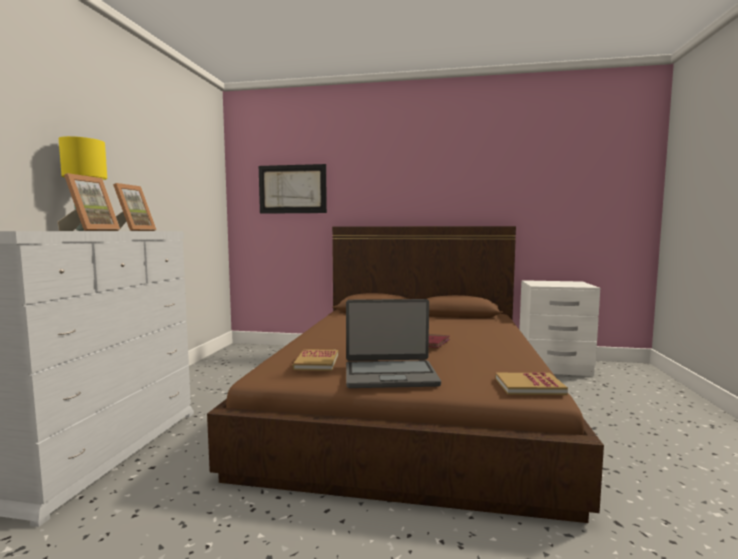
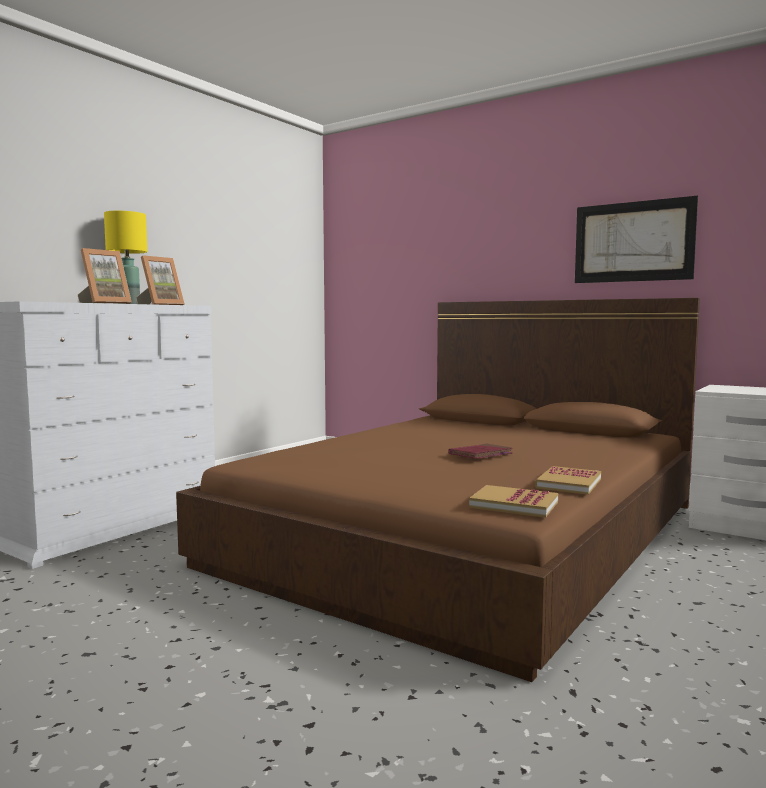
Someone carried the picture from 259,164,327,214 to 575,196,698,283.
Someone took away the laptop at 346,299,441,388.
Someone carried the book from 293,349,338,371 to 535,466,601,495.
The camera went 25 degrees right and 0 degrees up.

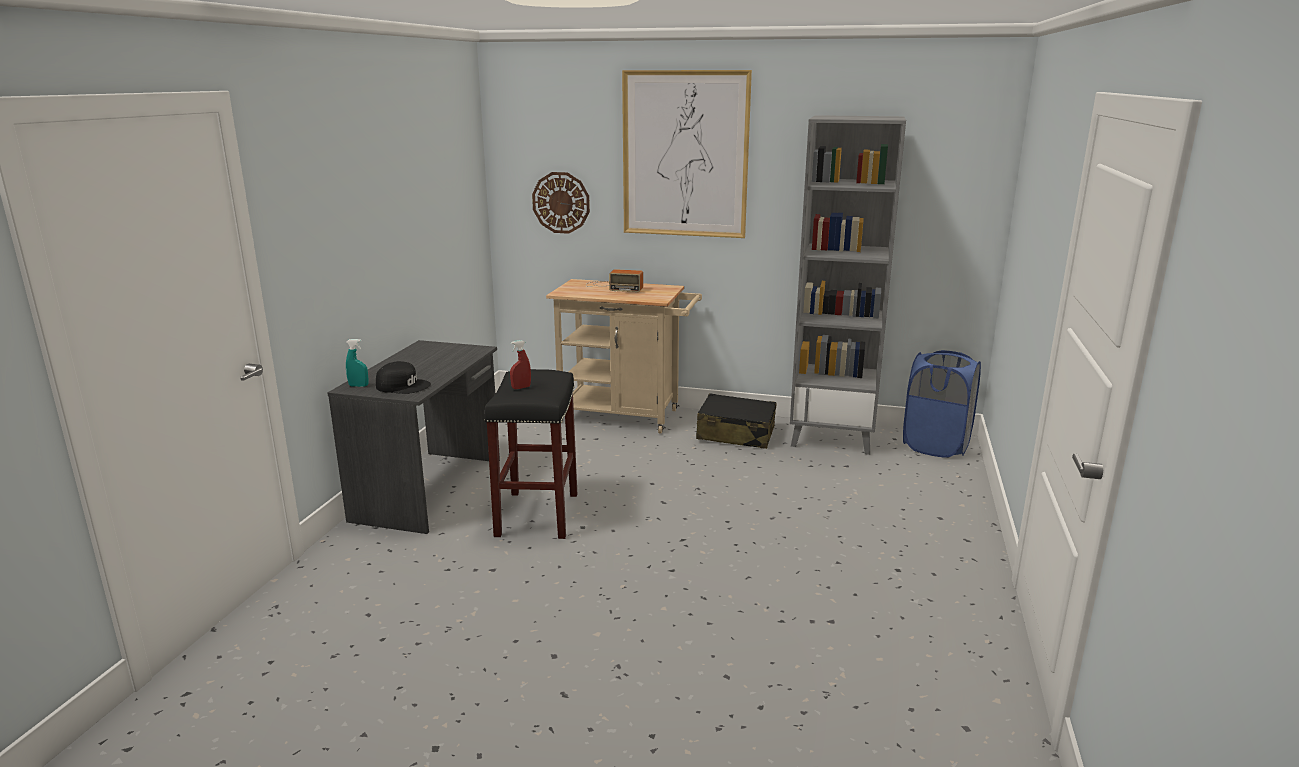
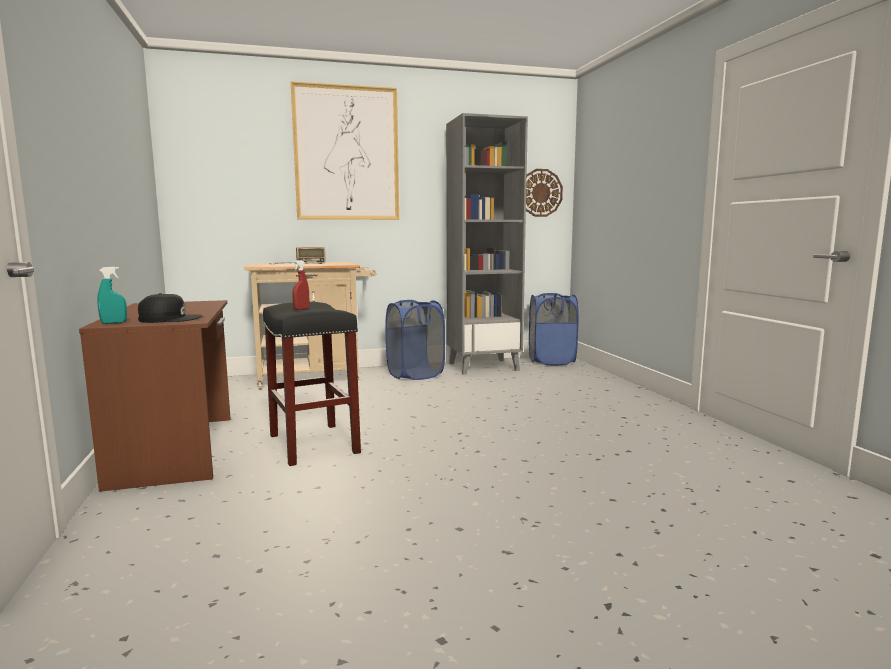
Someone carried the wall clock from 532,172,590,234 to 526,169,563,217.
Someone repainted the grey desk at 327,340,500,534, which became the brown desk at 79,300,230,492.
Someone swapped the black suitcase at 696,393,776,449 for the blue laundry basket at 385,300,445,380.
The camera went 30 degrees left and 10 degrees down.

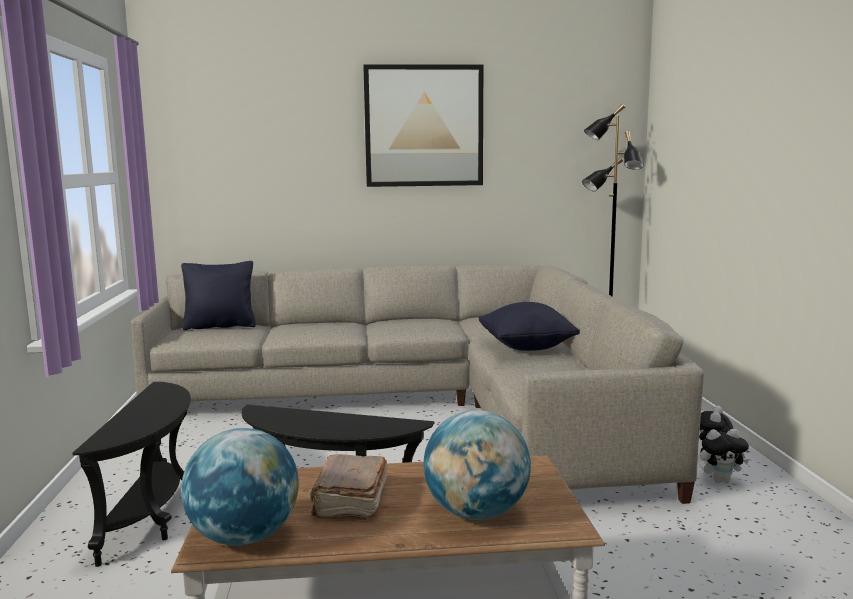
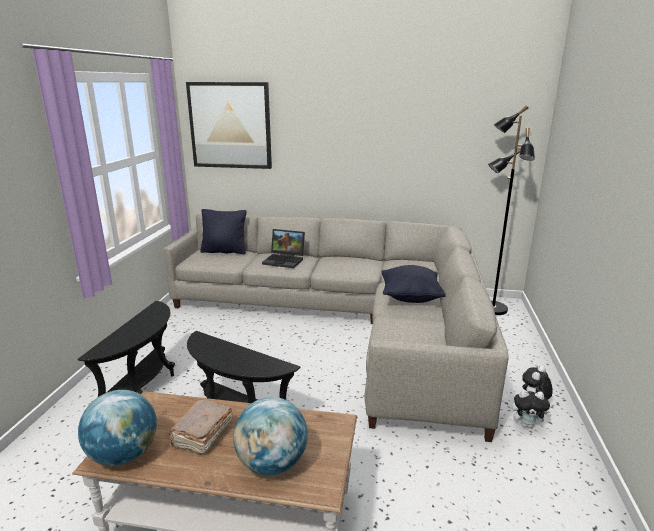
Someone carried the picture from 363,64,483,187 to 186,82,272,169.
Someone put down the laptop at 262,229,305,268.
The camera went 15 degrees right and 10 degrees up.

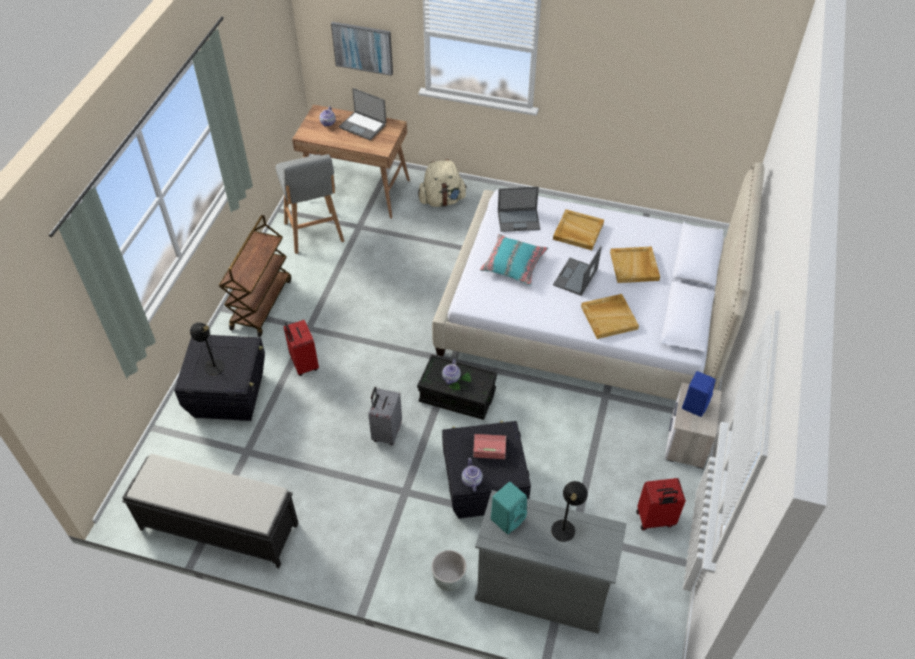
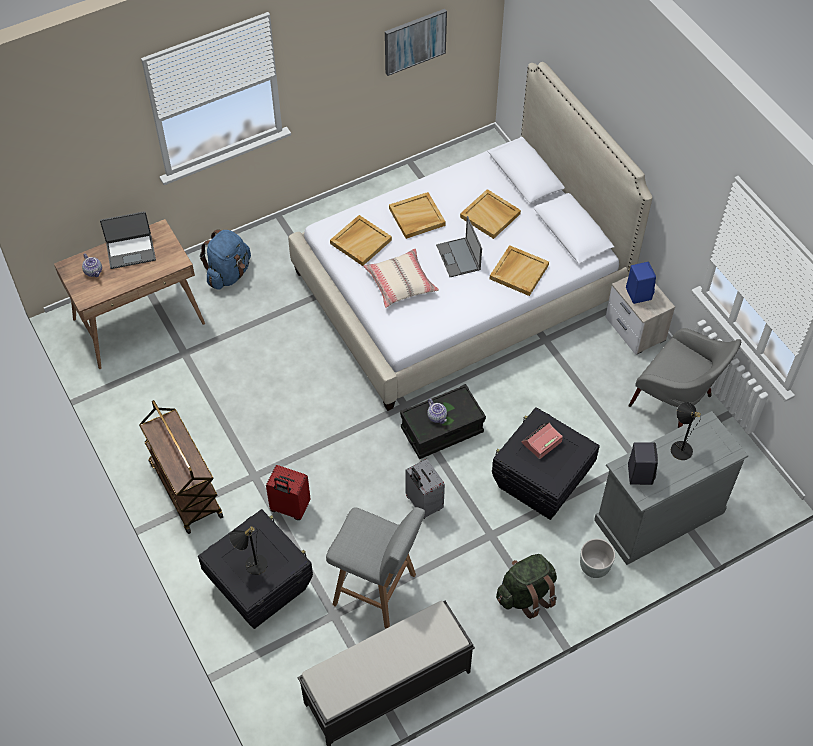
Someone carried the picture from 331,22,393,76 to 385,9,447,76.
Someone carried the grey stool from 275,154,344,254 to 326,507,425,629.
Someone repainted the beige backpack at 418,159,467,207, which became the blue backpack at 200,229,251,290.
Someone swapped the laptop at 498,187,540,232 for the beige tray at 330,215,392,266.
Someone repainted the turquoise pillow at 480,234,548,286, which became the beige pillow at 363,249,439,308.
Someone took away the teapot at 462,458,483,492.
Someone swapped the red suitcase at 636,478,686,530 for the grey armchair at 628,328,741,428.
Someone repainted the turquoise speaker at 491,482,527,534, which became the black speaker at 628,442,658,485.
Someone put down the green backpack at 496,554,557,619.
The camera went 45 degrees left and 5 degrees up.

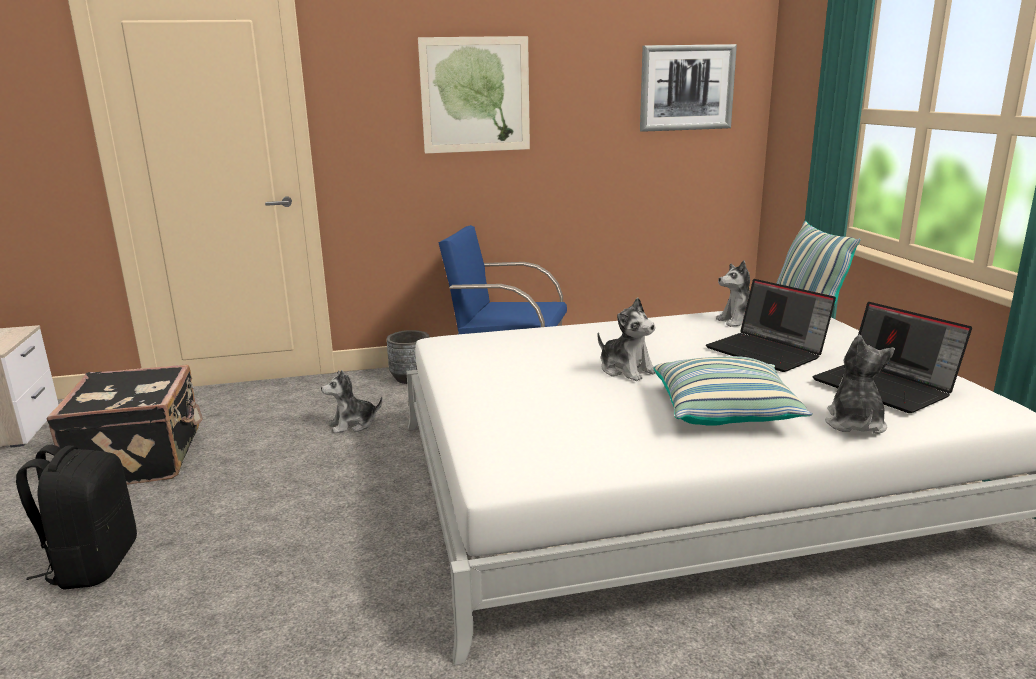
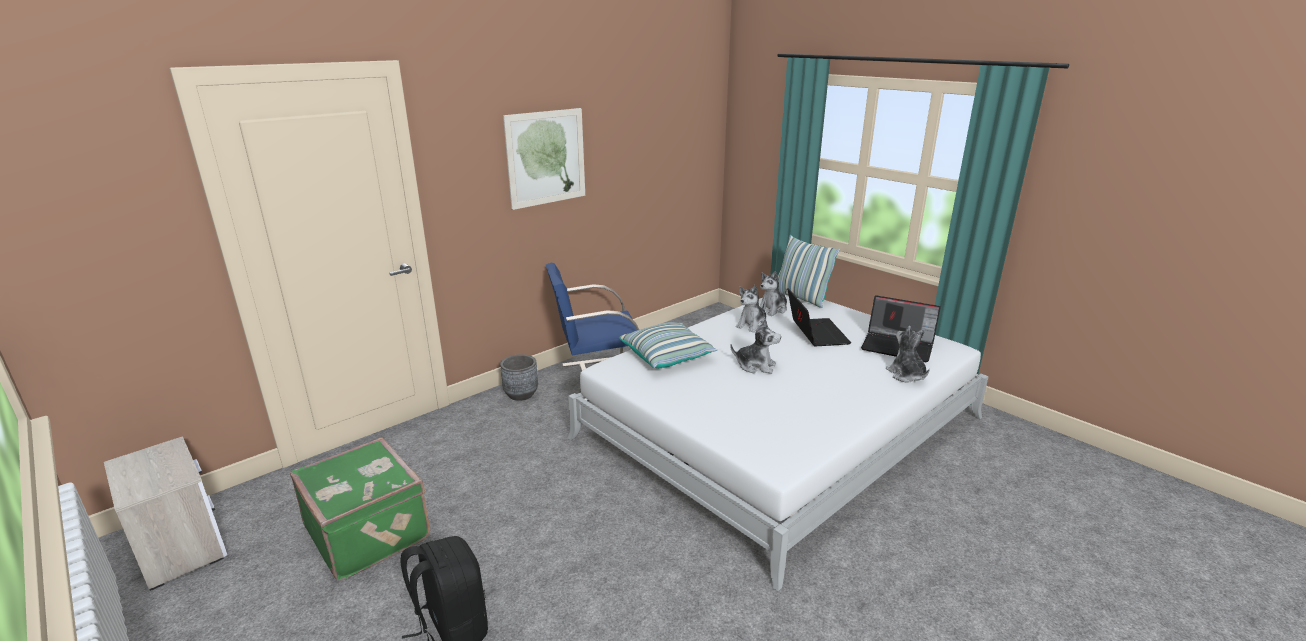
Someone took away the picture at 640,44,737,132.
Someone rotated the laptop at 706,279,836,372 by 120 degrees counterclockwise.
Someone carried the pillow from 654,356,813,426 to 619,322,718,368.
Someone repainted the black suitcase at 46,365,203,485, which became the green suitcase at 290,437,430,581.
Someone carried the plush toy from 321,370,383,434 to 736,285,767,332.
The camera went 30 degrees left and 5 degrees up.

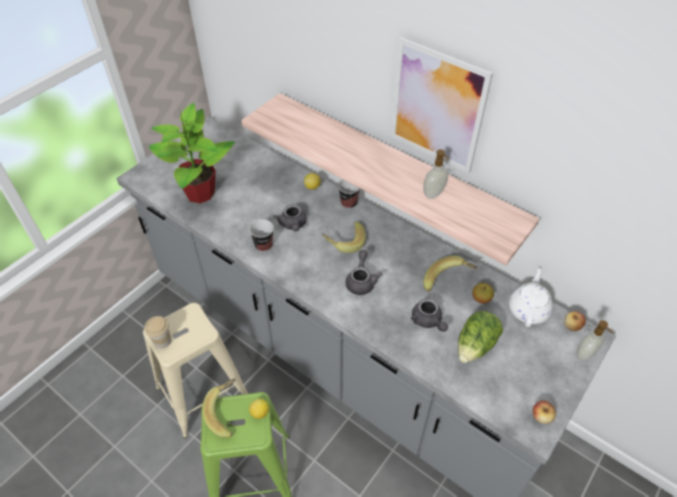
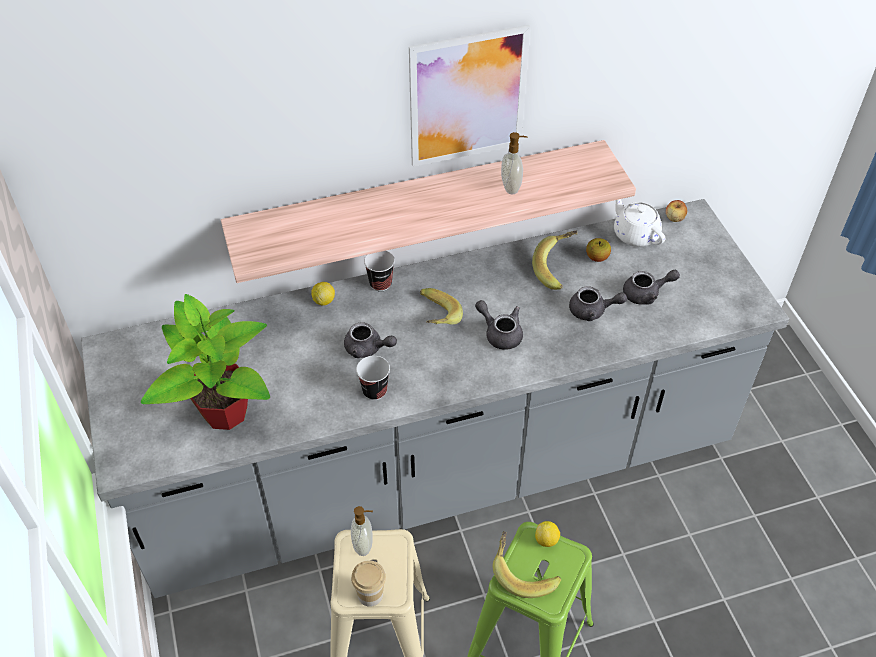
Someone swapped the lettuce at 458,311,503,363 for the grey teapot at 623,270,680,305.
Someone carried the soap dispenser from 577,320,613,361 to 351,506,373,556.
Someone took away the apple at 533,400,556,424.
The camera went 55 degrees left and 0 degrees up.

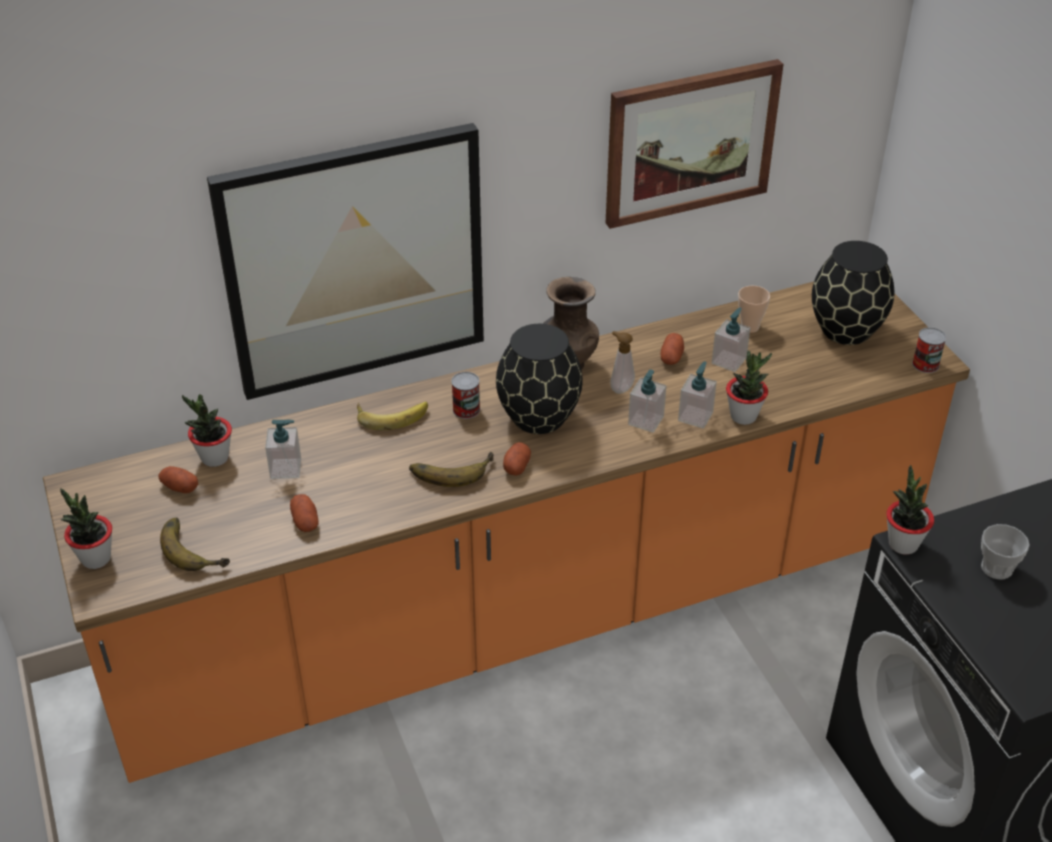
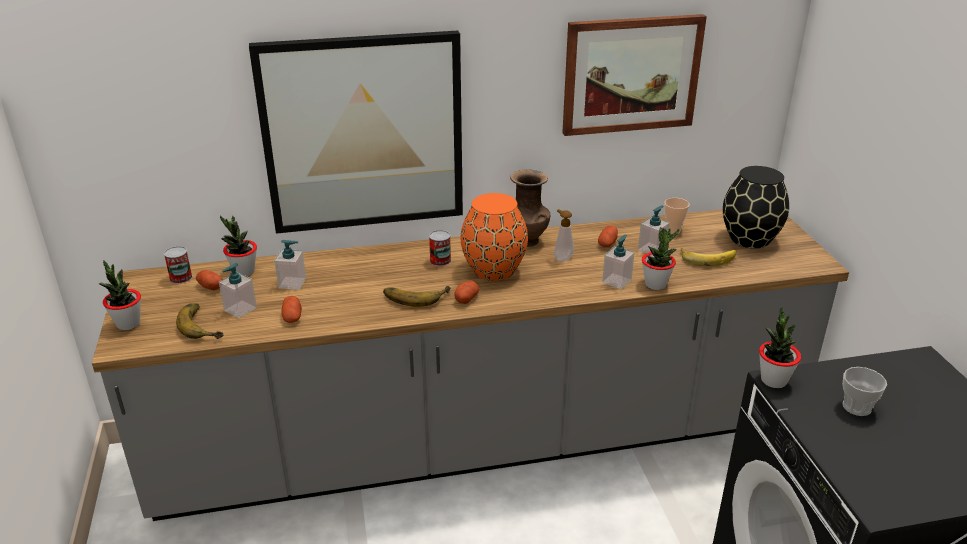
Someone repainted the orange counter at 43,282,970,783, which became the grey counter at 92,209,849,521.
Someone repainted the black vase at 496,324,583,434, which became the orange vase at 460,193,528,281.
Someone carried the can from 912,327,946,373 to 164,246,192,284.
Someone carried the soap dispenser from 628,370,666,433 to 219,263,257,318.
Someone carried the banana from 357,402,428,430 to 681,247,736,267.
The camera went 10 degrees right and 10 degrees down.

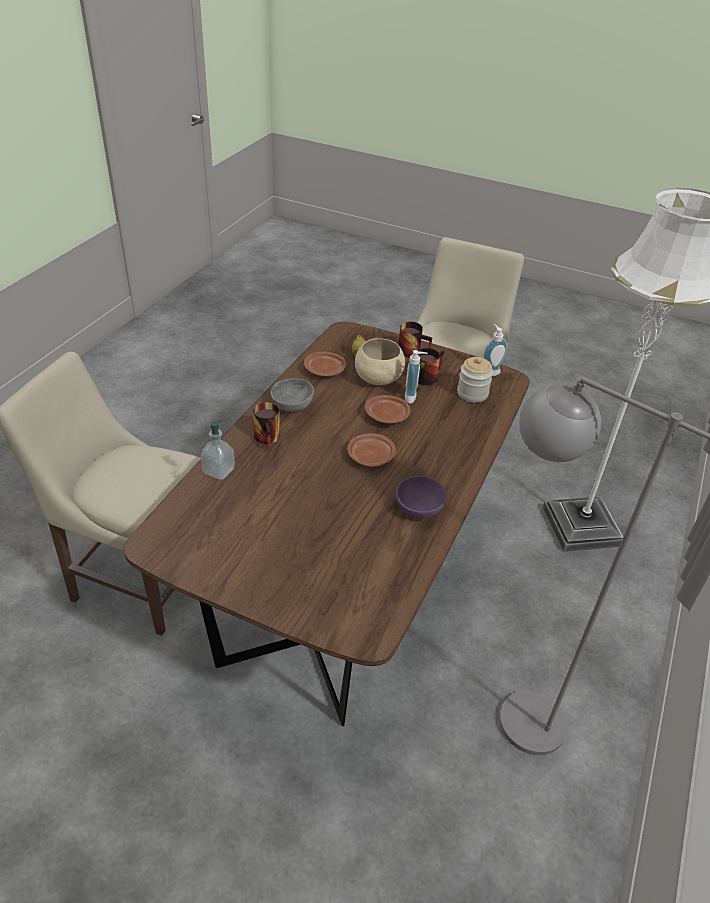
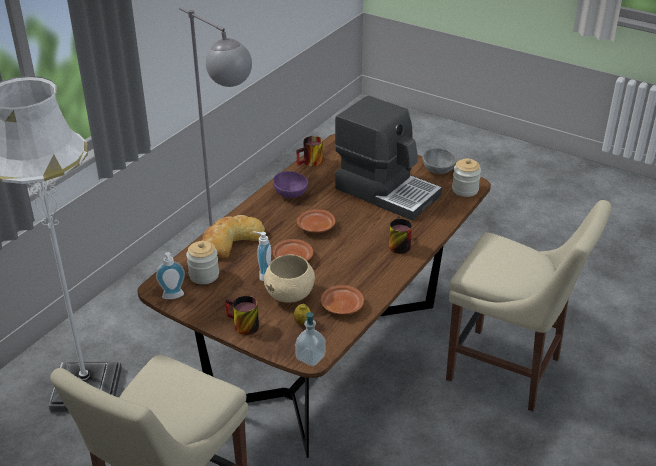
Someone carried the mug from 418,348,444,386 to 297,136,323,166.
Someone carried the grey bowl from 271,378,314,412 to 423,148,457,174.
Someone carried the soap dispenser from 201,420,235,480 to 295,312,325,366.
Someone put down the coffee machine at 335,96,442,221.
Someone put down the jar at 452,158,481,197.
Someone put down the bread at 201,215,265,258.
The camera went 170 degrees left and 5 degrees down.

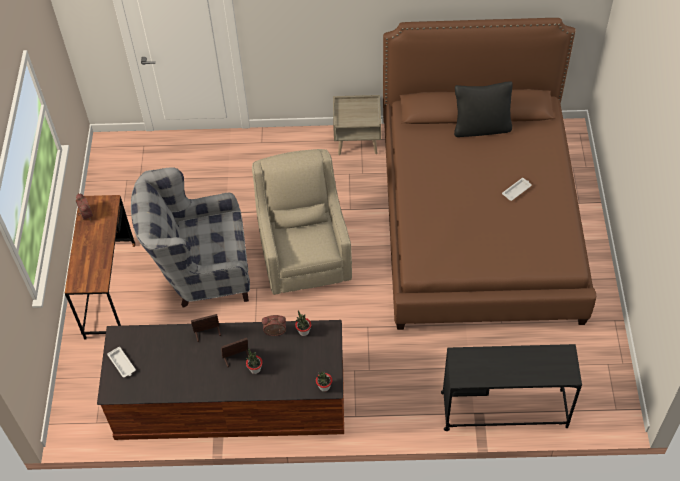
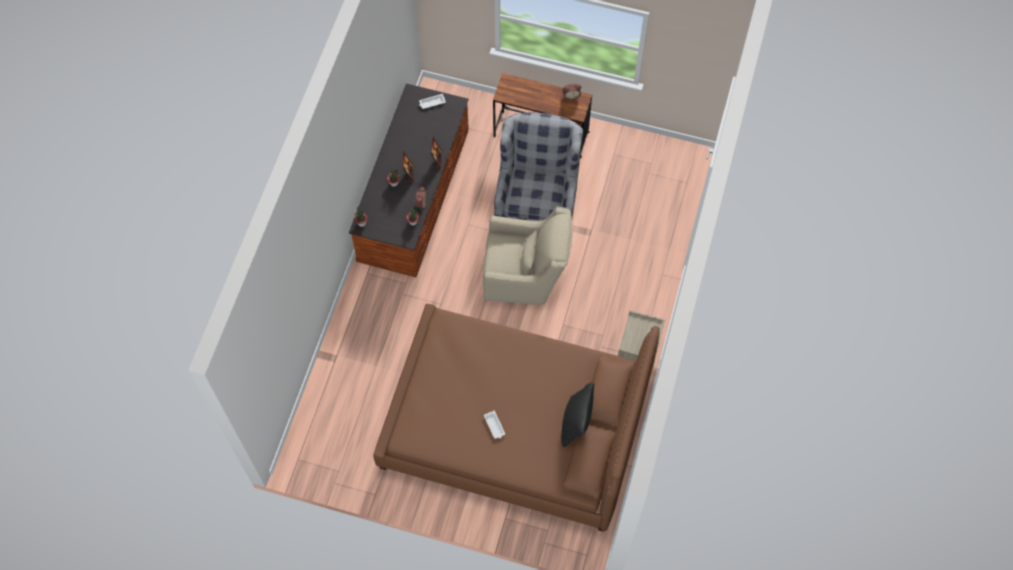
Someone took away the black desk at 441,344,582,431.
The camera went 105 degrees right and 10 degrees up.

